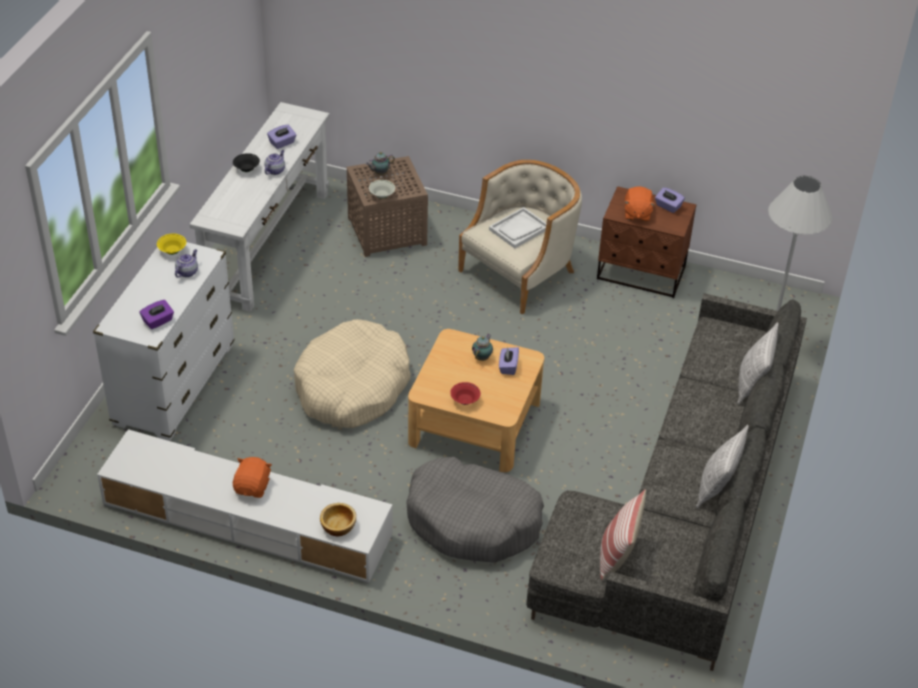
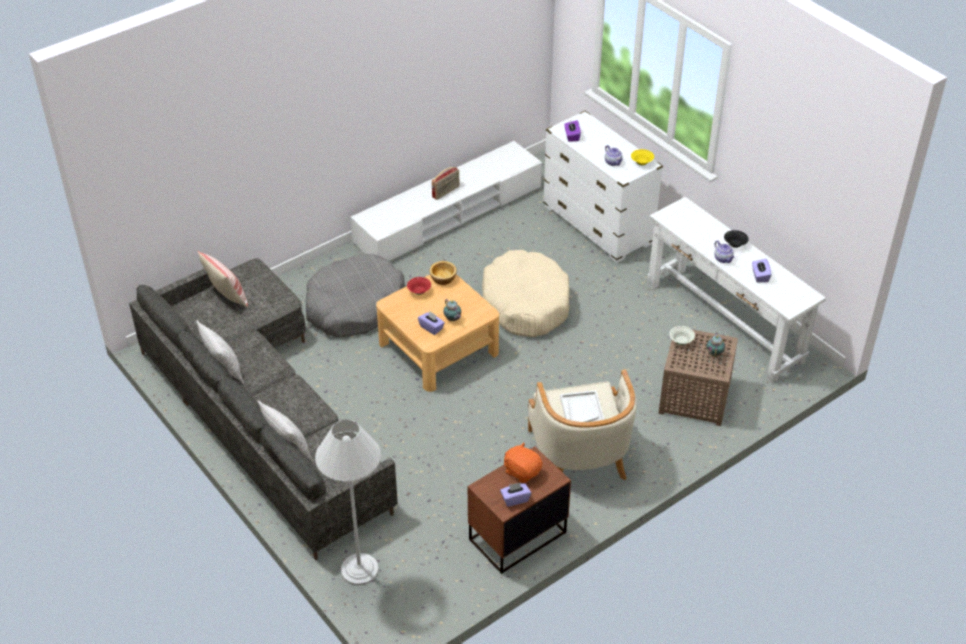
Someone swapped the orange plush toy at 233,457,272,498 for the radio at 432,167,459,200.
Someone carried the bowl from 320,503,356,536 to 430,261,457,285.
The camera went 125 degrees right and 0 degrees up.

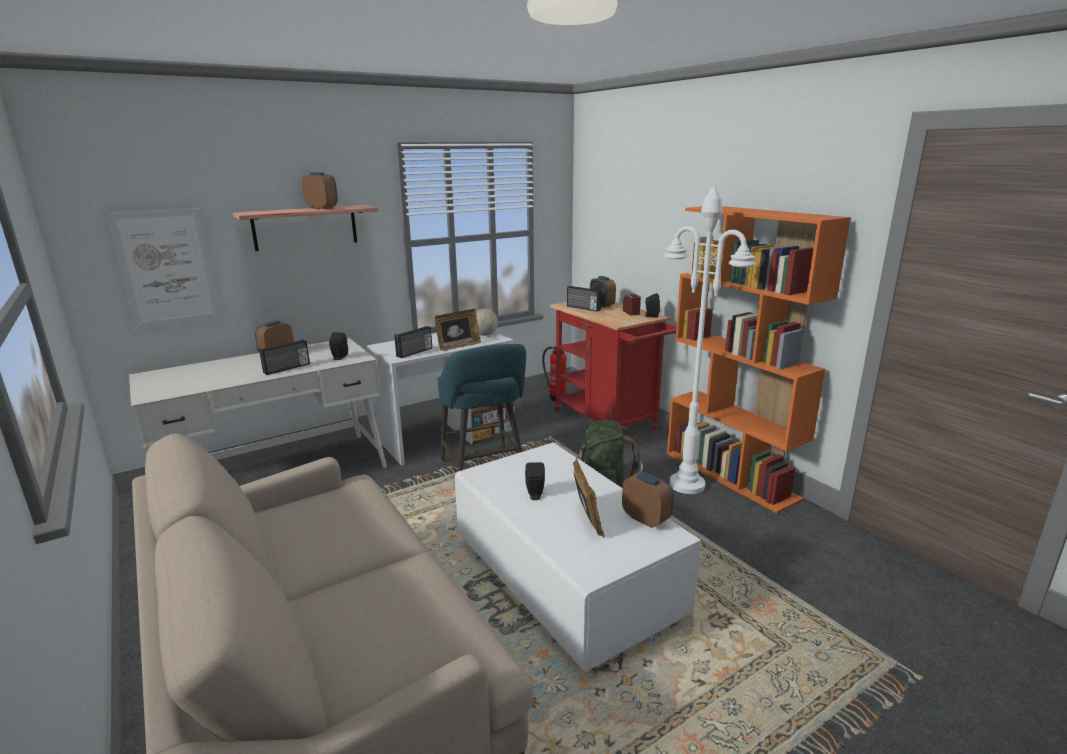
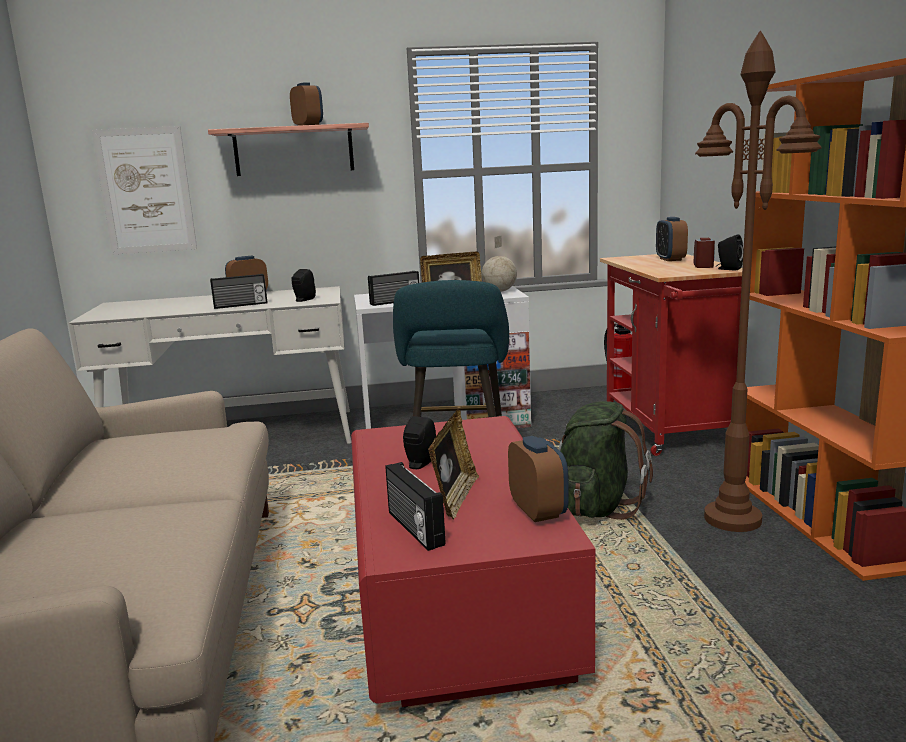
Someone repainted the white floor lamp at 664,185,755,494, which became the brown floor lamp at 695,31,822,532.
Someone carried the radio from 567,286,601,312 to 385,462,446,551.
Someone repainted the white coffee table at 455,443,701,672, which became the red coffee table at 351,416,595,707.
The camera went 25 degrees right and 5 degrees down.

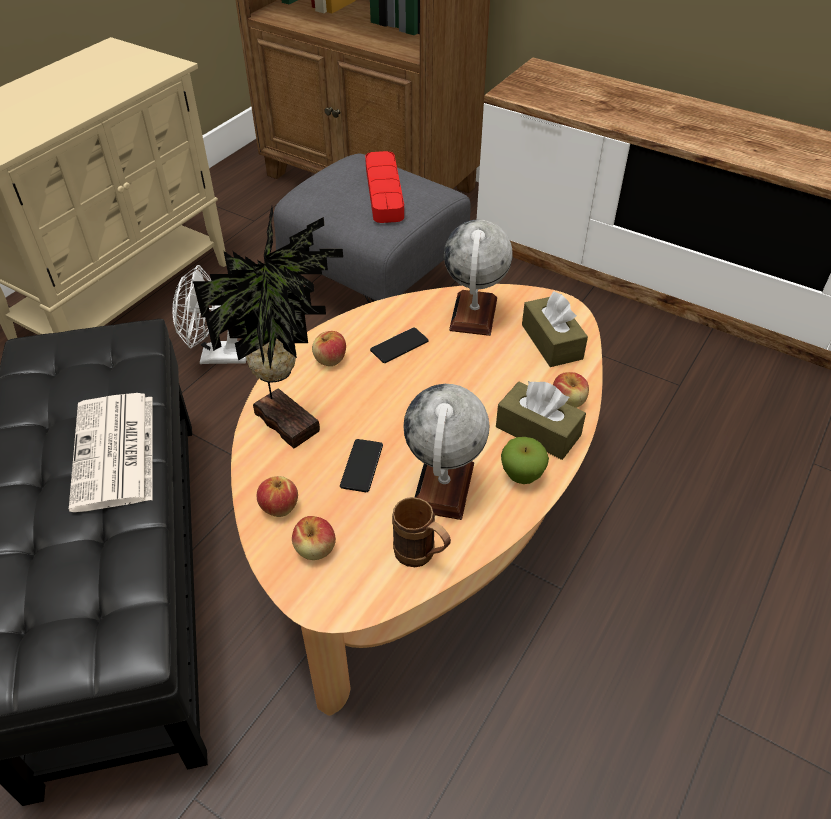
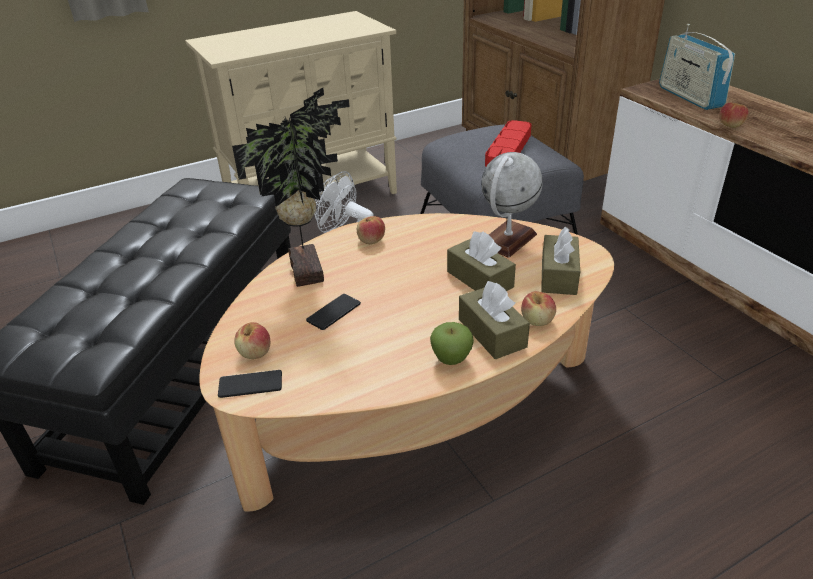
Someone carried the phone from 370,327,429,363 to 218,370,282,398.
Someone took away the globe at 404,384,490,520.
Someone took away the newspaper at 69,393,153,512.
Someone carried the apple from 257,476,298,517 to 719,102,749,128.
Someone took away the brown mug at 392,497,451,567.
Someone put down the radio at 659,24,735,110.
Someone put down the brown tissue box at 447,231,516,291.
The camera went 30 degrees right and 10 degrees down.

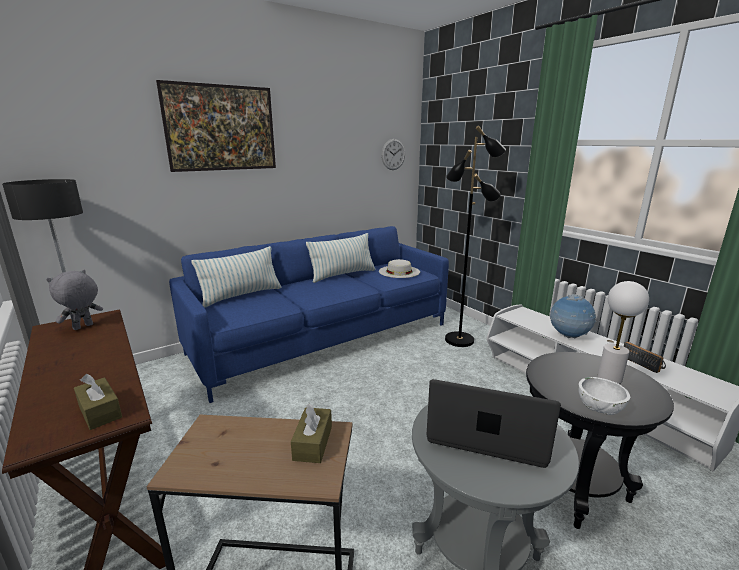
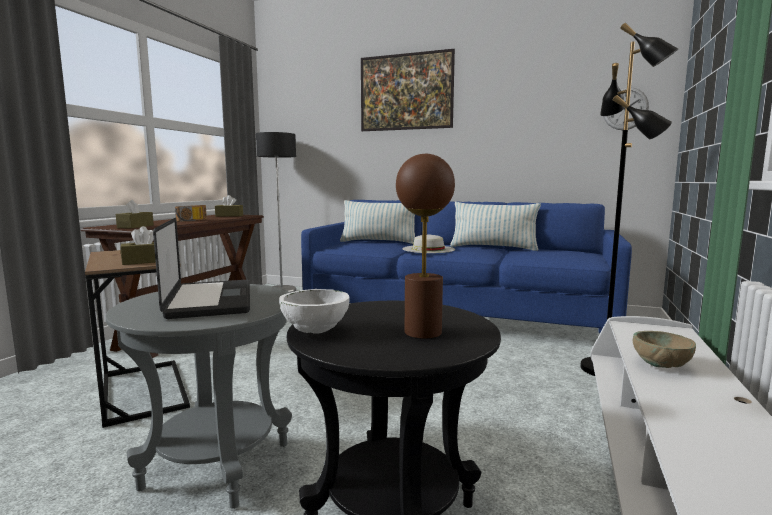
Someone carried the white hat from 379,259,420,278 to 402,234,455,253.
Someone swapped the grey plush toy at 46,270,103,330 for the brown tissue box at 215,195,243,217.
Someone repainted the white table lamp at 598,281,649,384, which became the brown table lamp at 396,154,455,339.
Someone swapped the globe at 550,294,596,339 for the beige bowl at 633,331,696,368.
Someone carried the radio from 624,341,666,373 to 175,205,207,222.
The camera went 55 degrees right and 10 degrees down.

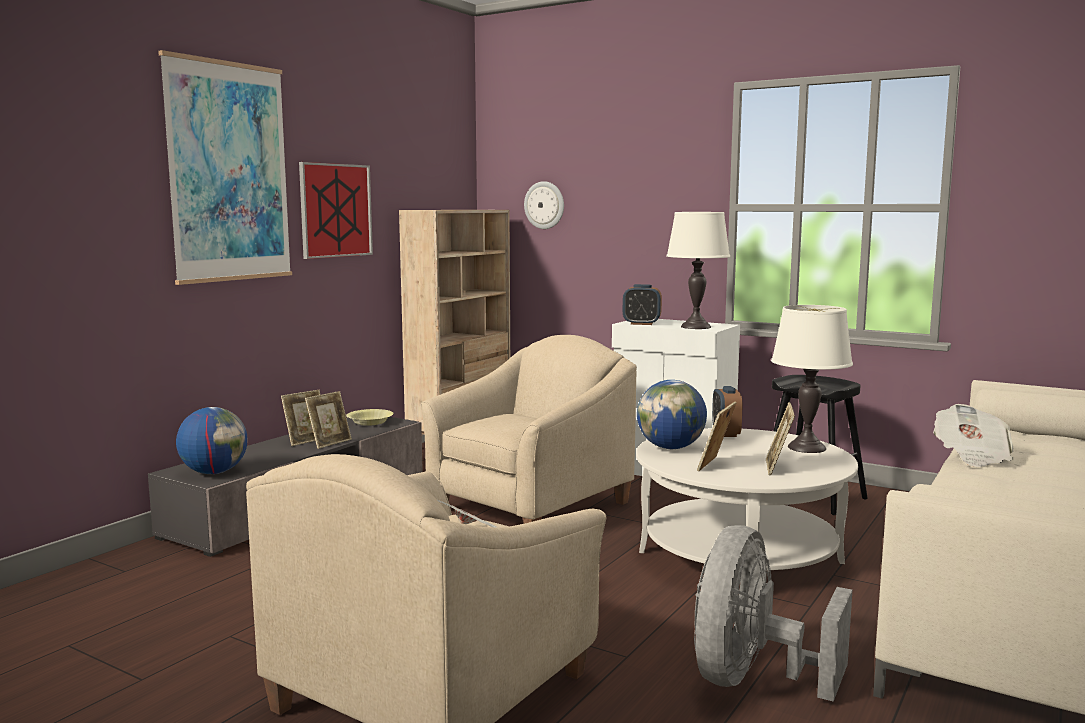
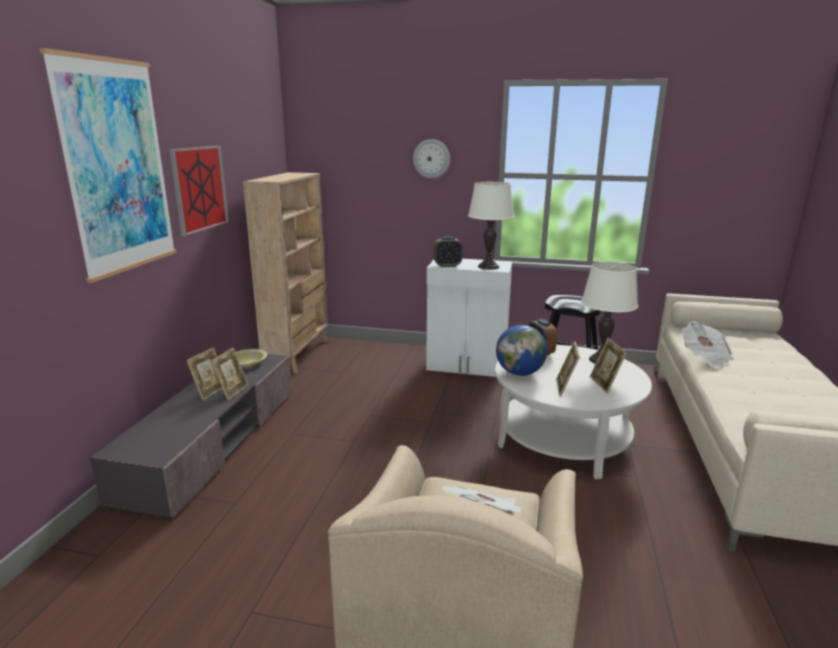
Someone carried the wall clock from 524,181,564,229 to 413,139,450,179.
Someone took away the beige armchair at 421,335,637,524.
Someone took away the globe at 176,407,247,474.
Someone took away the grey fan at 694,525,852,702.
The camera went 20 degrees left and 10 degrees up.

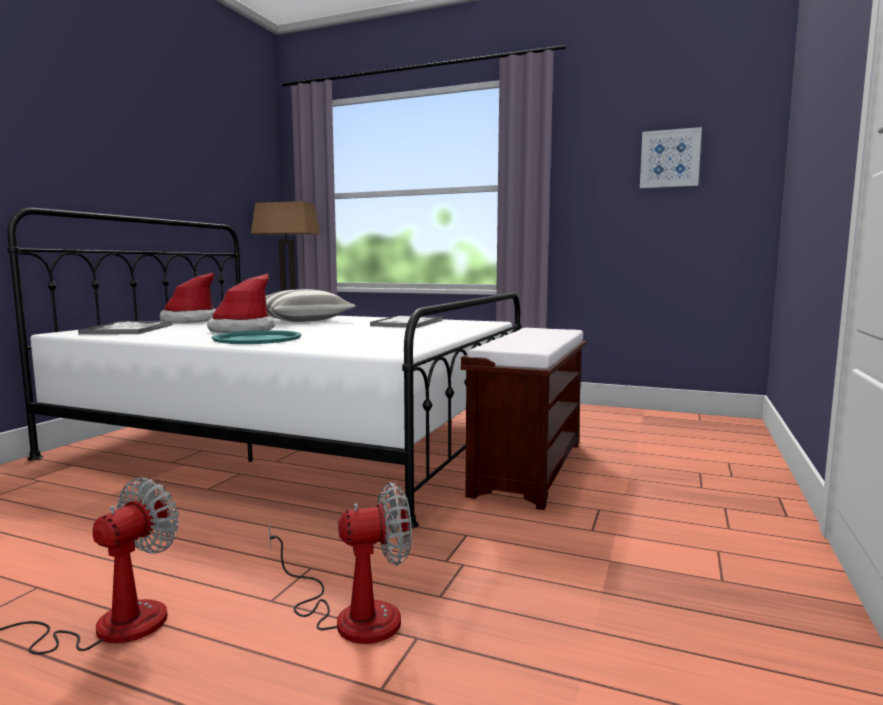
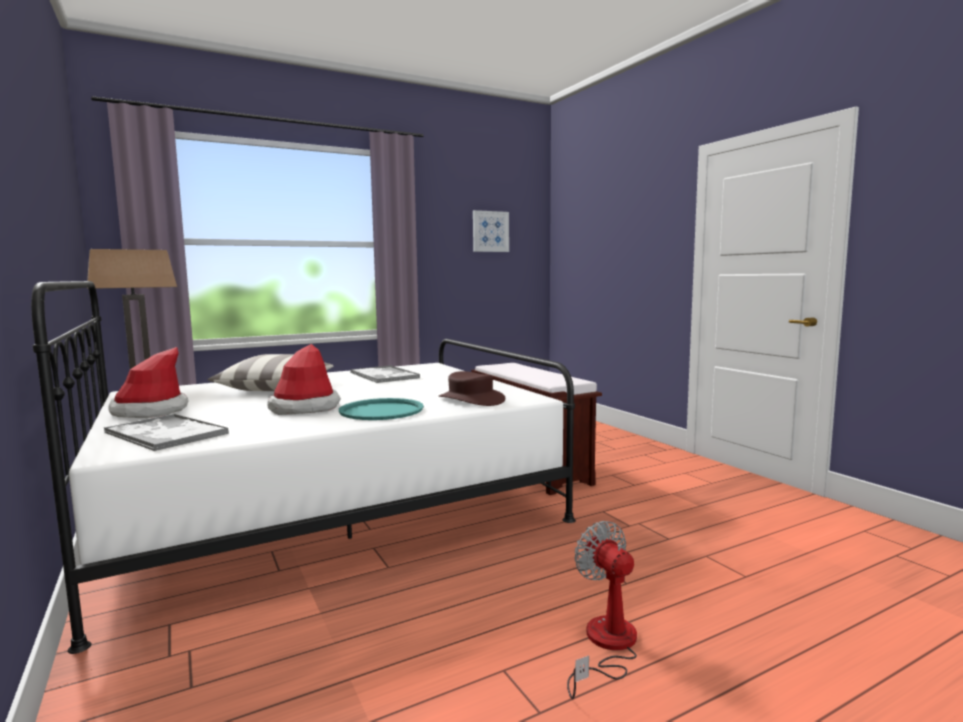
Someone took away the fan at 269,482,412,644.
Someone put down the brown hat at 439,371,505,406.
The camera went 50 degrees left and 0 degrees up.

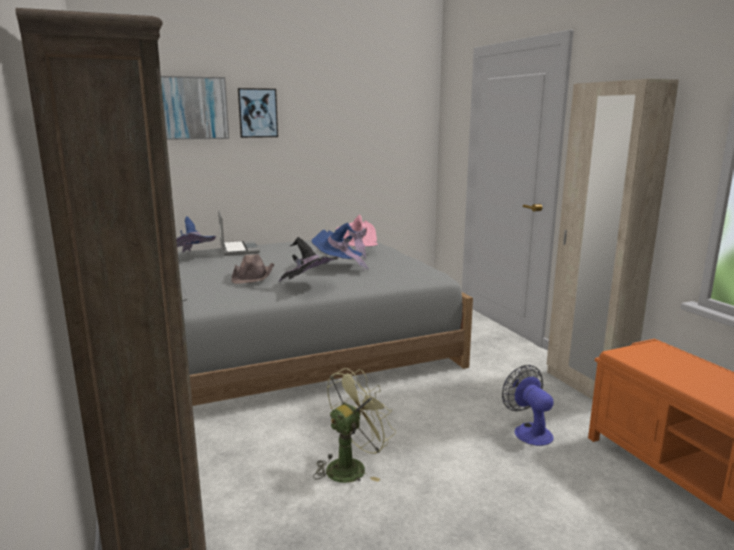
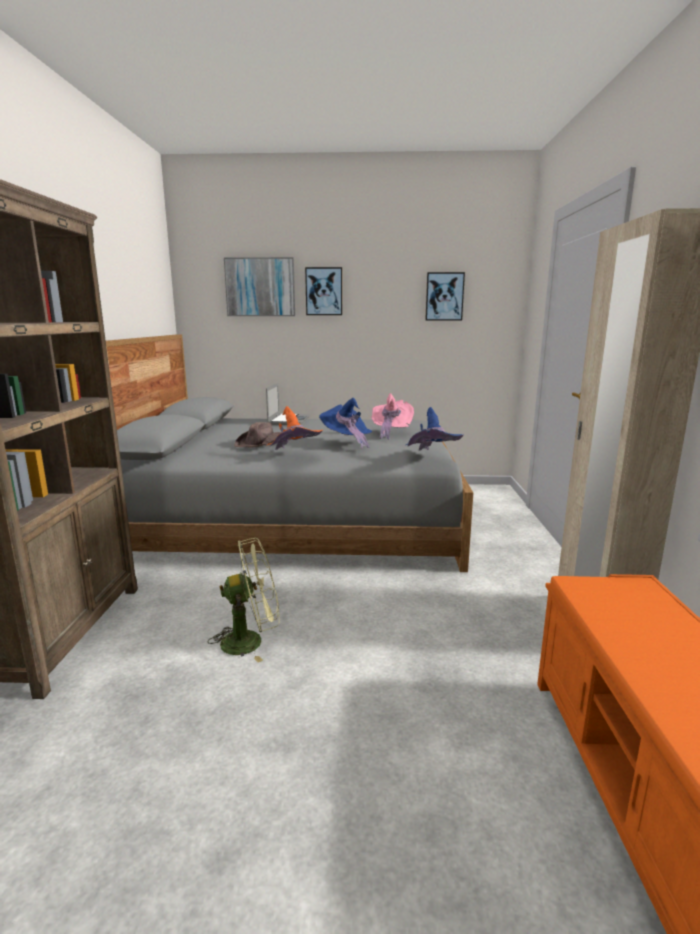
Someone carried the blue hat from 176,216,216,252 to 406,407,464,450.
Someone repainted the black hat at 279,237,338,282, which became the orange hat at 266,406,323,450.
Someone took away the fan at 502,365,554,446.
Someone put up the picture at 425,272,465,321.
The camera went 25 degrees right and 0 degrees up.

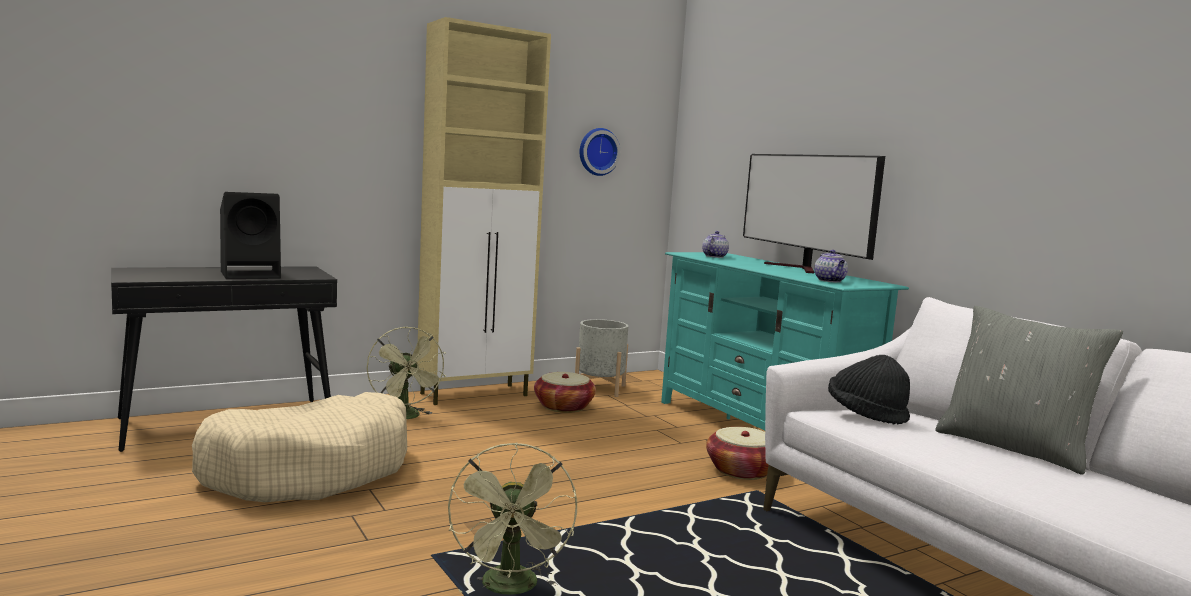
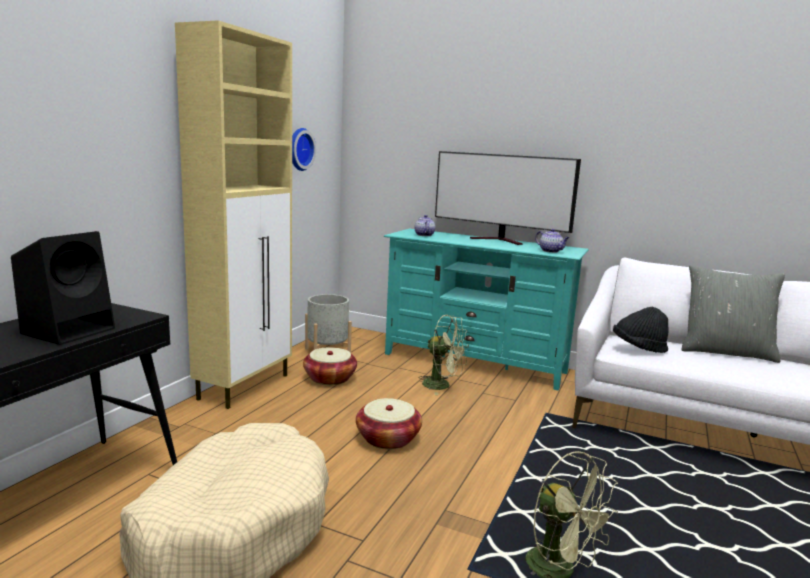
Someone carried the green fan from 366,326,446,419 to 419,315,469,395.
Someone carried the basket from 706,427,769,480 to 356,398,422,449.
The camera went 35 degrees left and 5 degrees up.

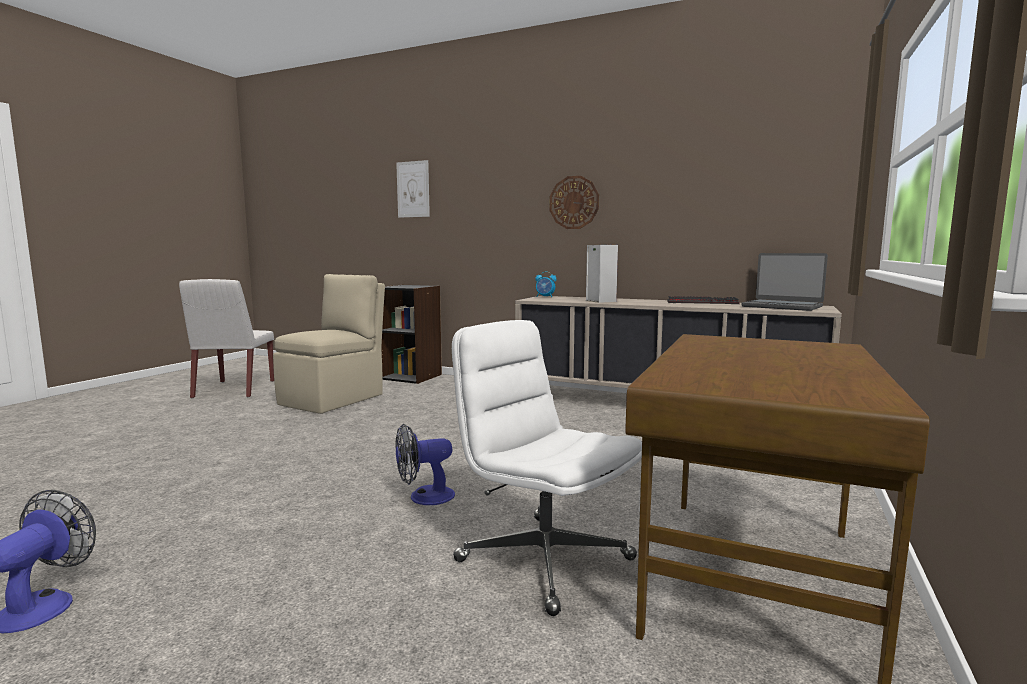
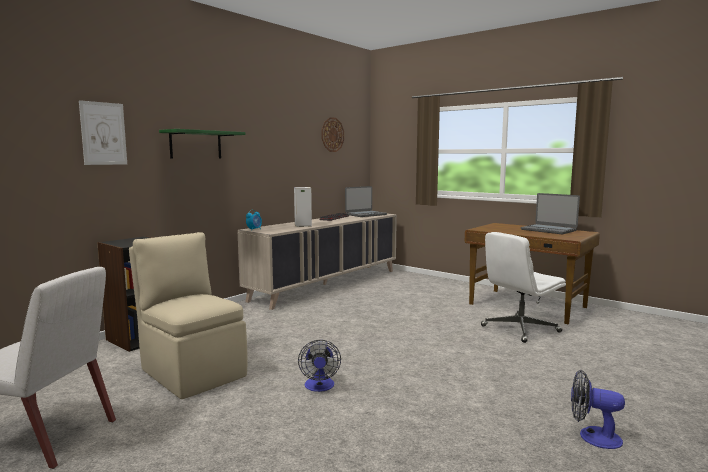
Someone carried the wall clock from 549,176,599,229 to 321,117,344,152.
Someone carried the fan from 395,424,455,505 to 298,340,341,392.
Someone put up the green shelf at 159,129,246,159.
Someone put down the laptop at 521,193,580,234.
The camera went 75 degrees left and 0 degrees up.

